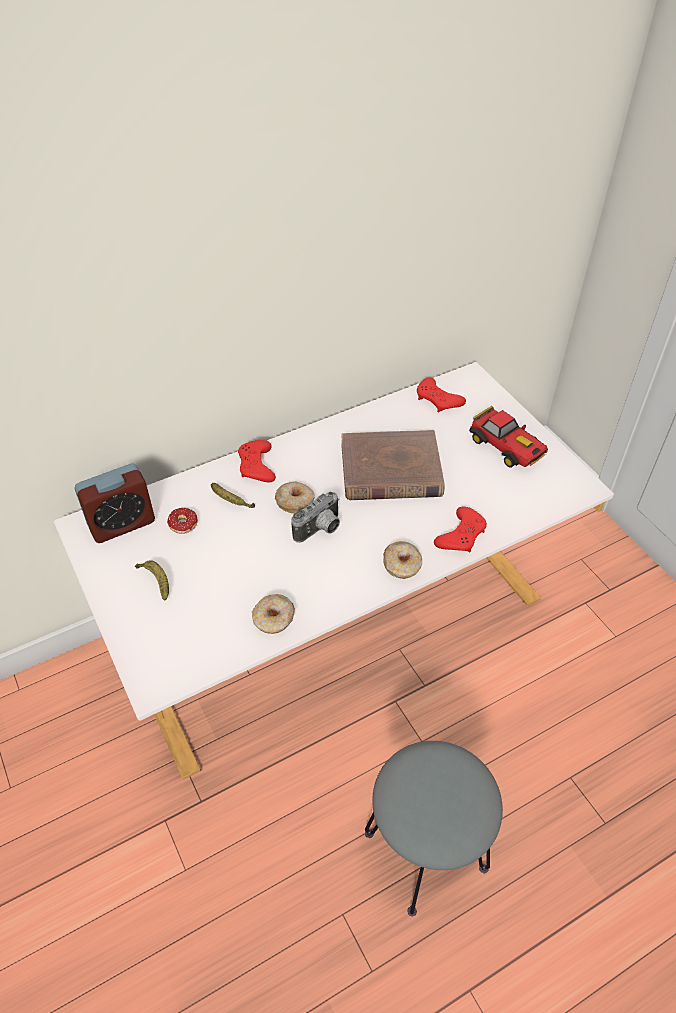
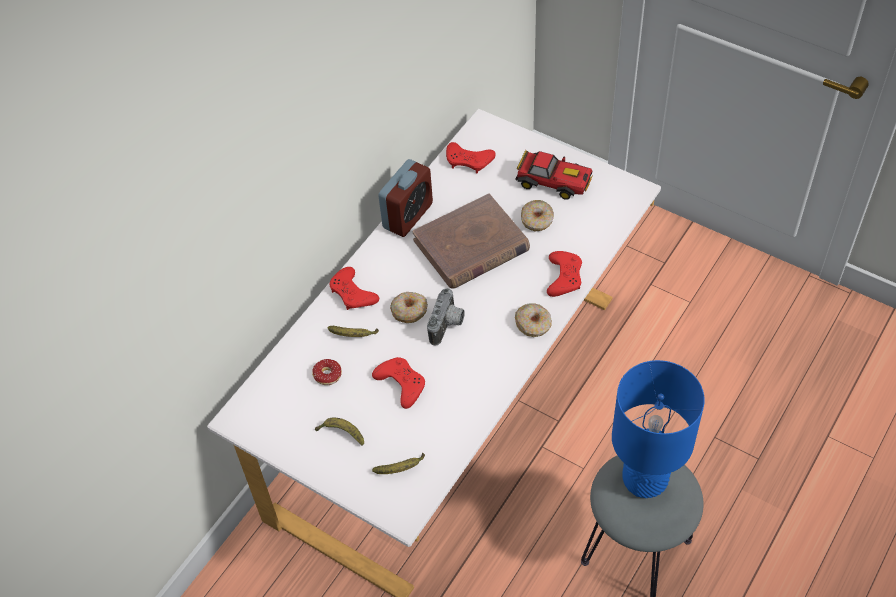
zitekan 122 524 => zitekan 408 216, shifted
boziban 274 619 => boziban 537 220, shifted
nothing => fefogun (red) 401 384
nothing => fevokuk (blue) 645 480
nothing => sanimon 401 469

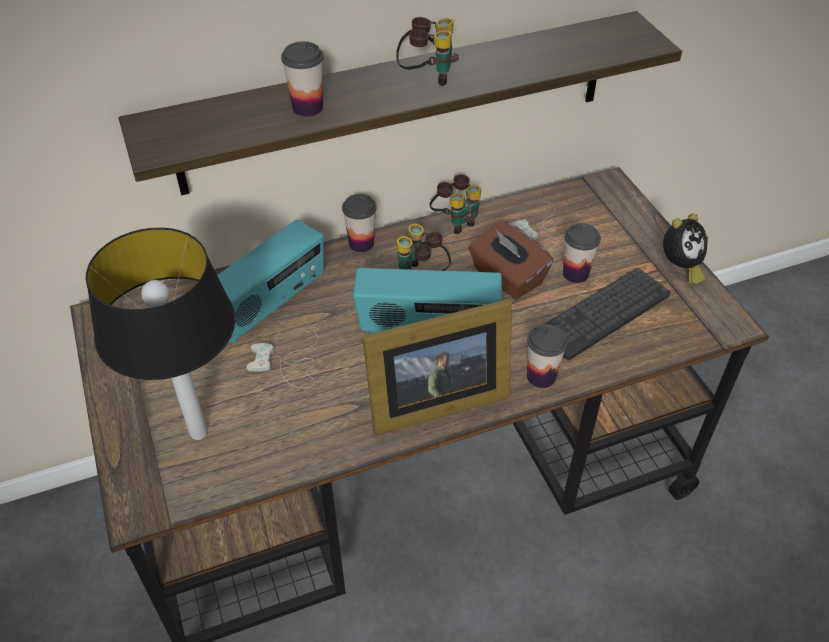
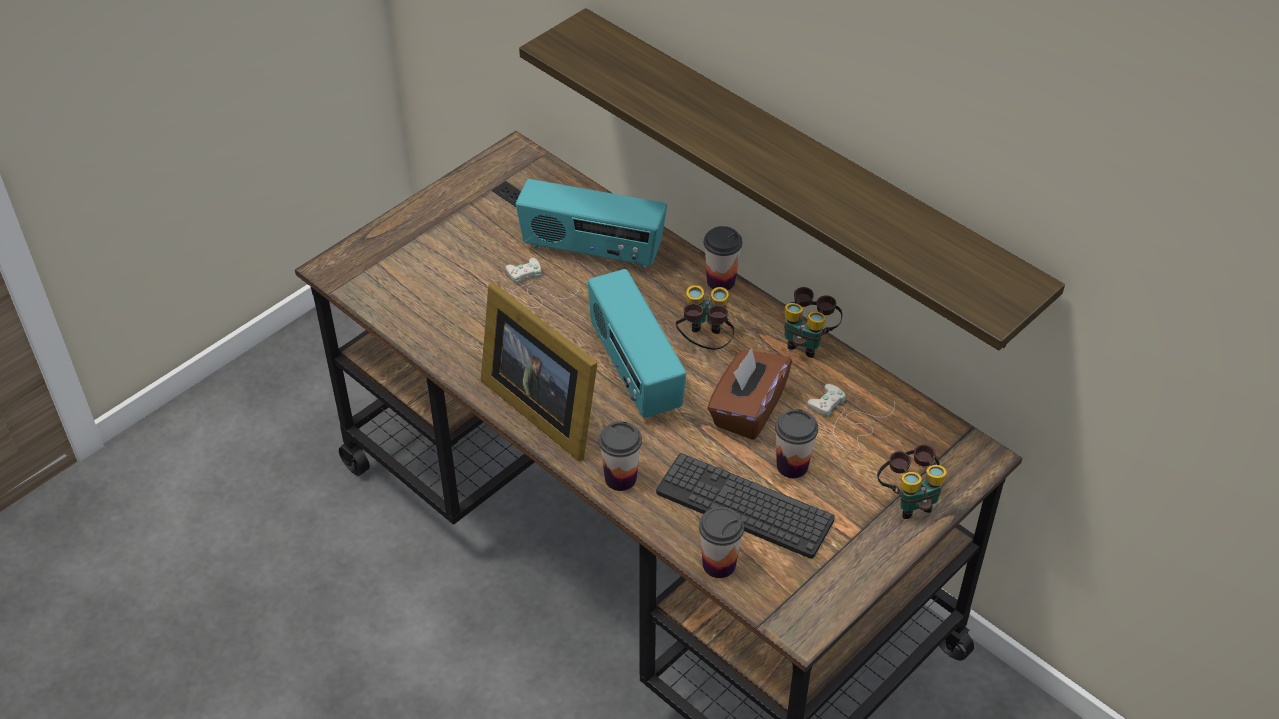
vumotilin 427 77 => vumotilin 909 499, shifted
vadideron 307 108 => vadideron 719 564, shifted
zitekan 680 268 => nothing
fevokuk 197 433 => nothing

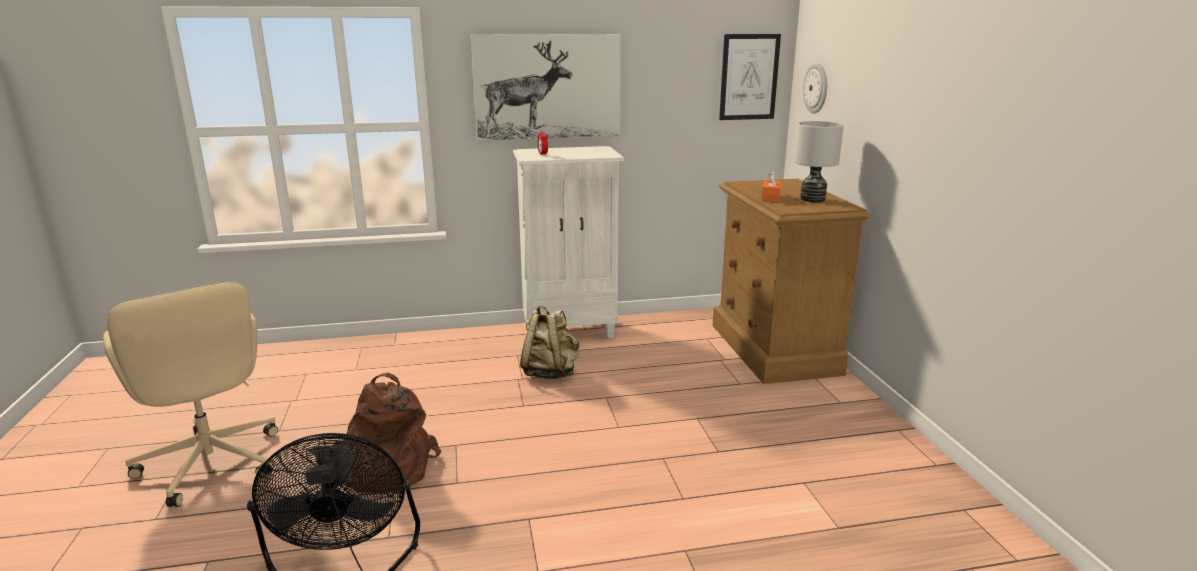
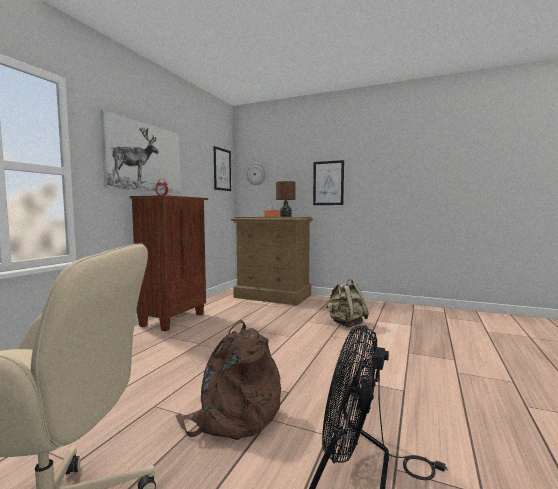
fevokuk (grey) 812 199 => fevokuk (brown) 285 216
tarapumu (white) 569 332 => tarapumu (brown) 174 320
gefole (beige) 550 372 => gefole (beige) 346 324, shifted
nothing => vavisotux 328 183

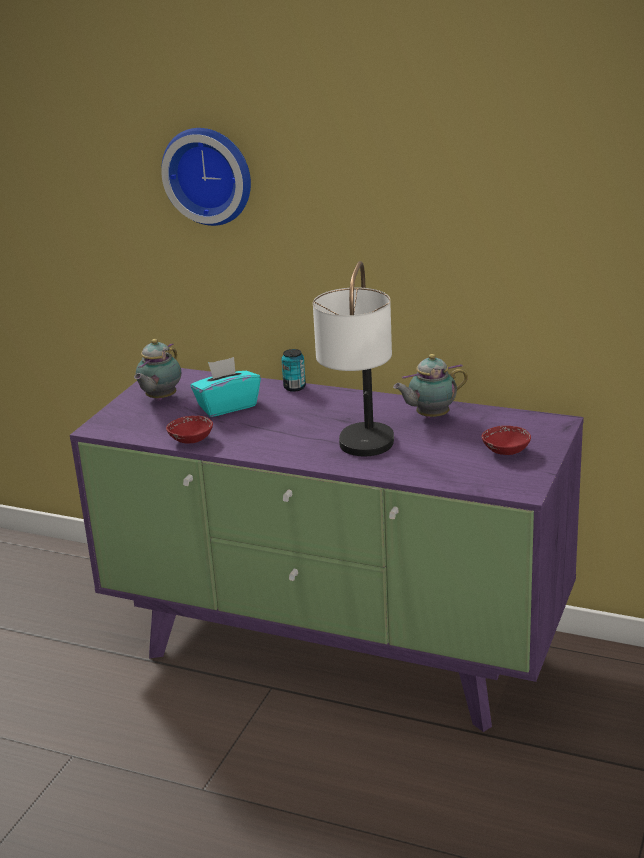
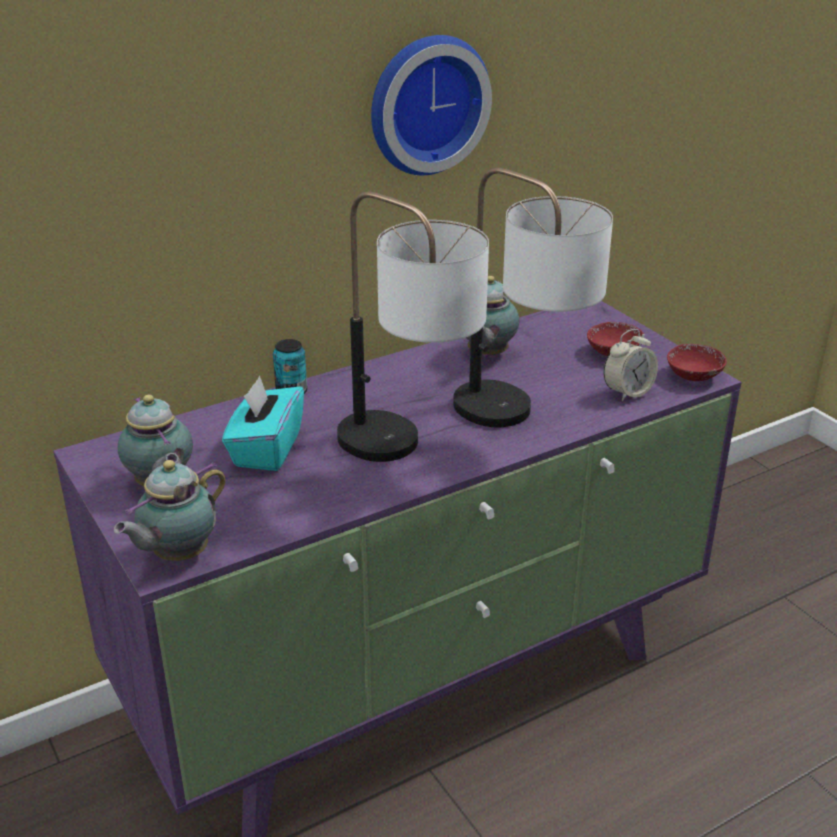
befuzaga 210 174 => befuzaga 425 103, shifted
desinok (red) 191 440 => desinok (red) 694 376, shifted
nothing => fevokuk 408 455
nothing => zitekan 627 392
nothing => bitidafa 177 555

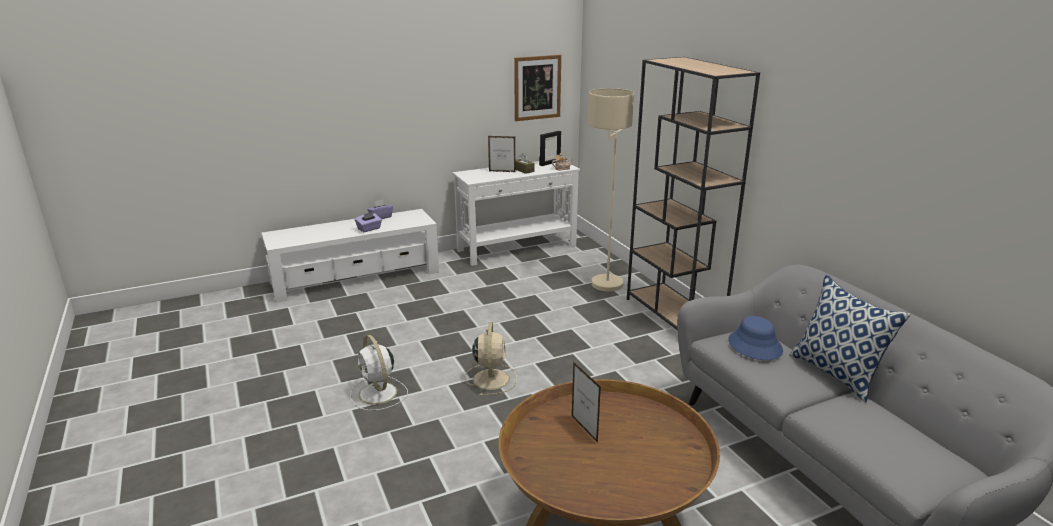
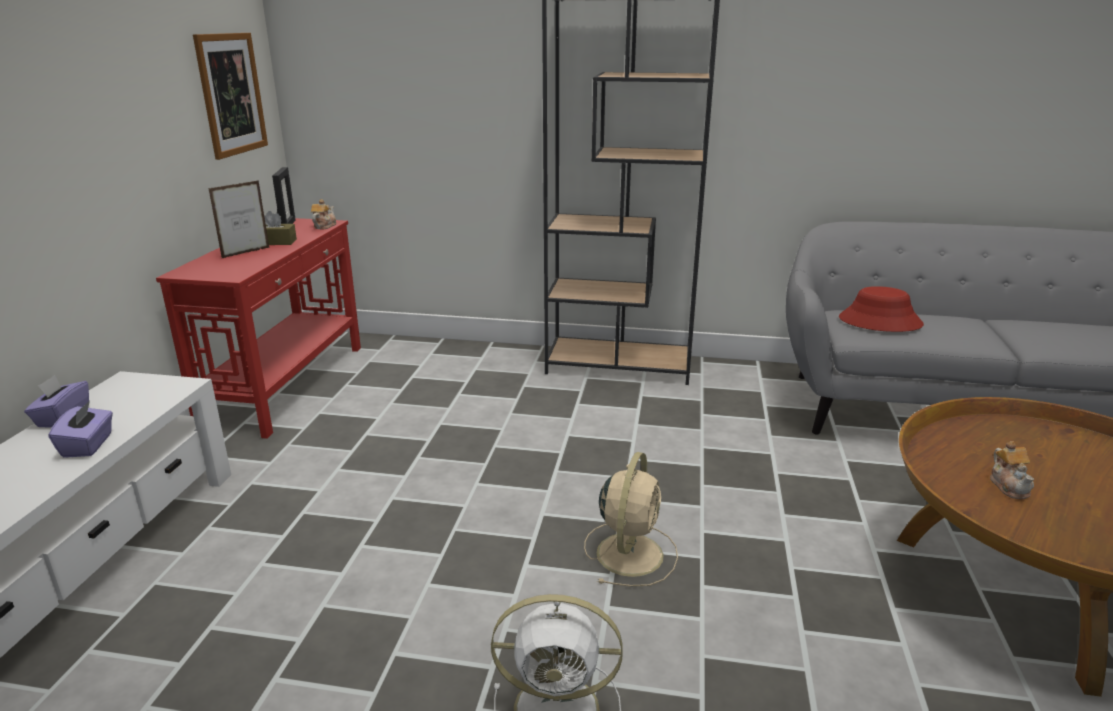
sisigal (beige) 603 288 => nothing
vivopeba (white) 518 248 => vivopeba (red) 288 384
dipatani 836 374 => nothing
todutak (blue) 754 346 => todutak (red) 879 322
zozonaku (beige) 491 378 => zozonaku (beige) 630 552, 75 degrees clockwise
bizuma 584 429 => bitidafa 1009 486

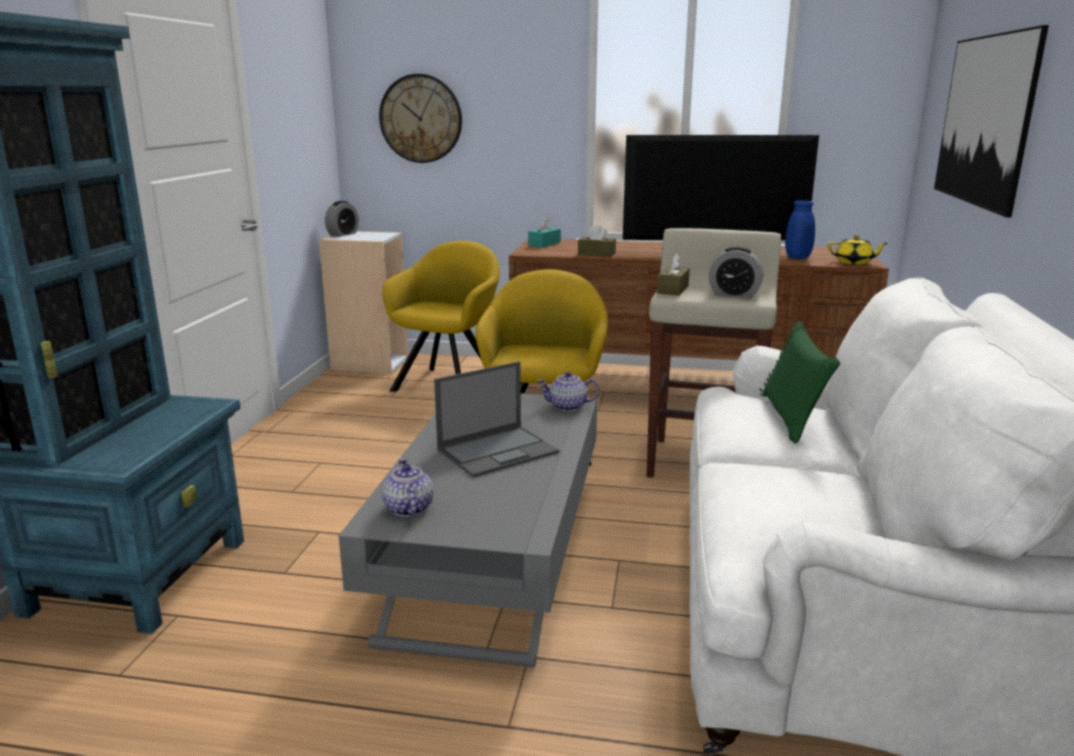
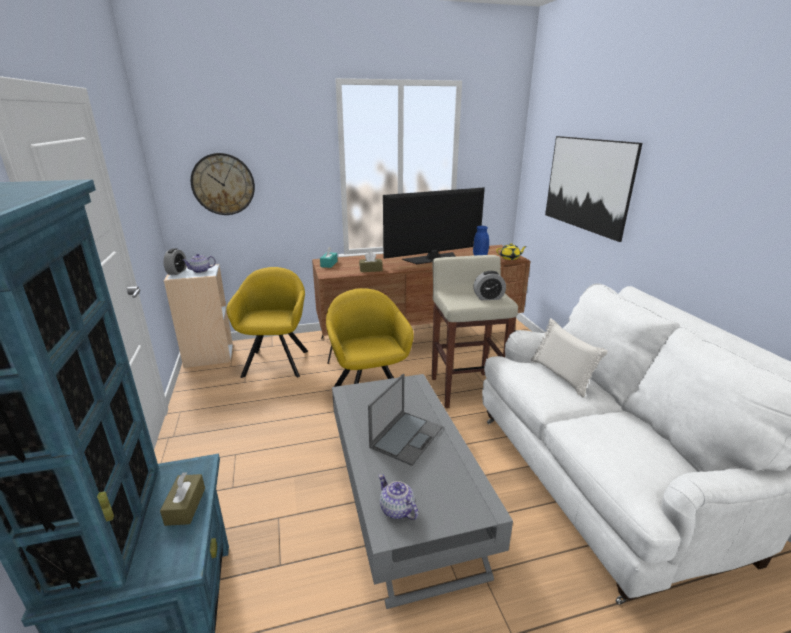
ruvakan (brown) 672 289 => ruvakan (brown) 185 506, shifted
dipatani (green) 792 418 => dipatani (white) 562 376
bitidafa 568 406 => bitidafa 201 271, shifted

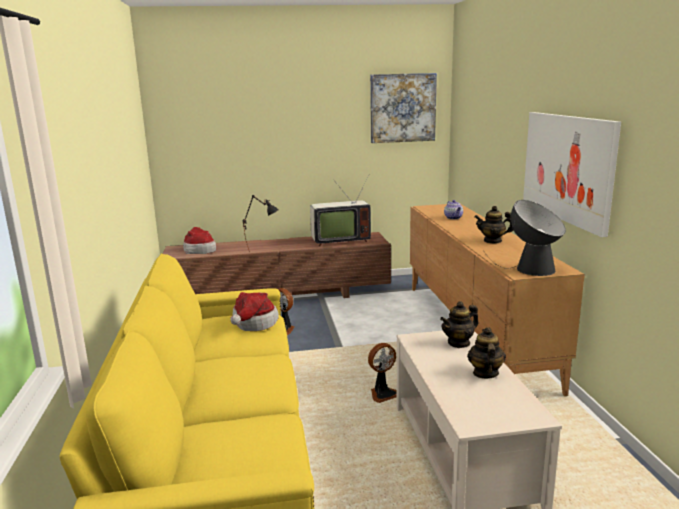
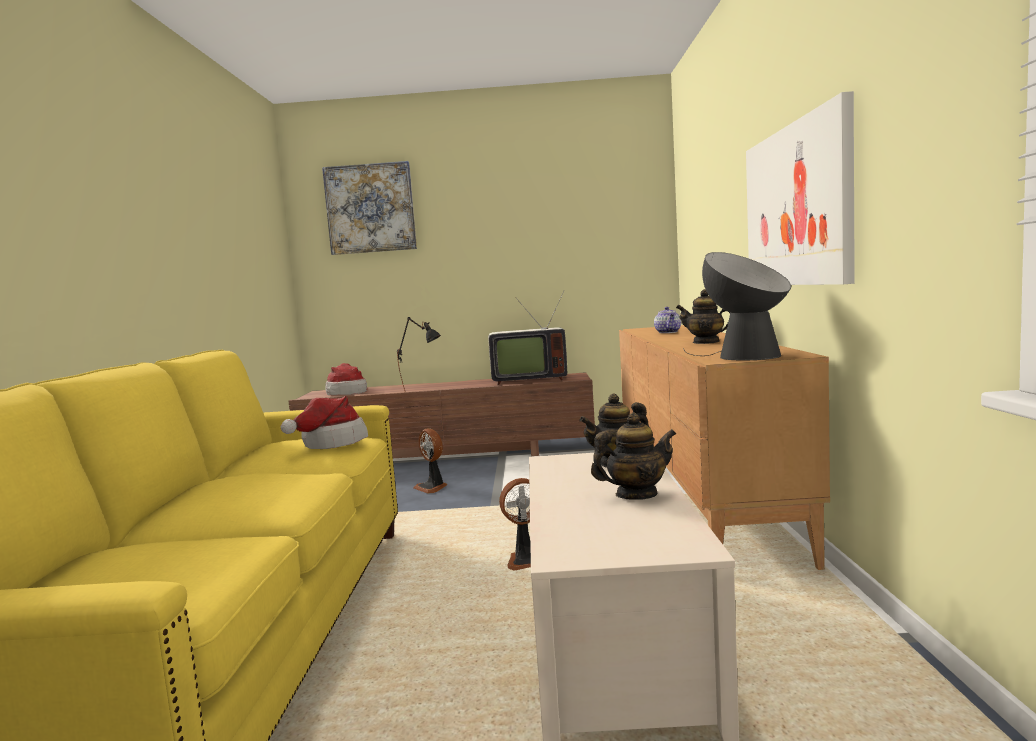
vavisotux 402 108 => vavisotux 370 208, shifted
bitidafa 485 373 => bitidafa 636 495, 60 degrees clockwise

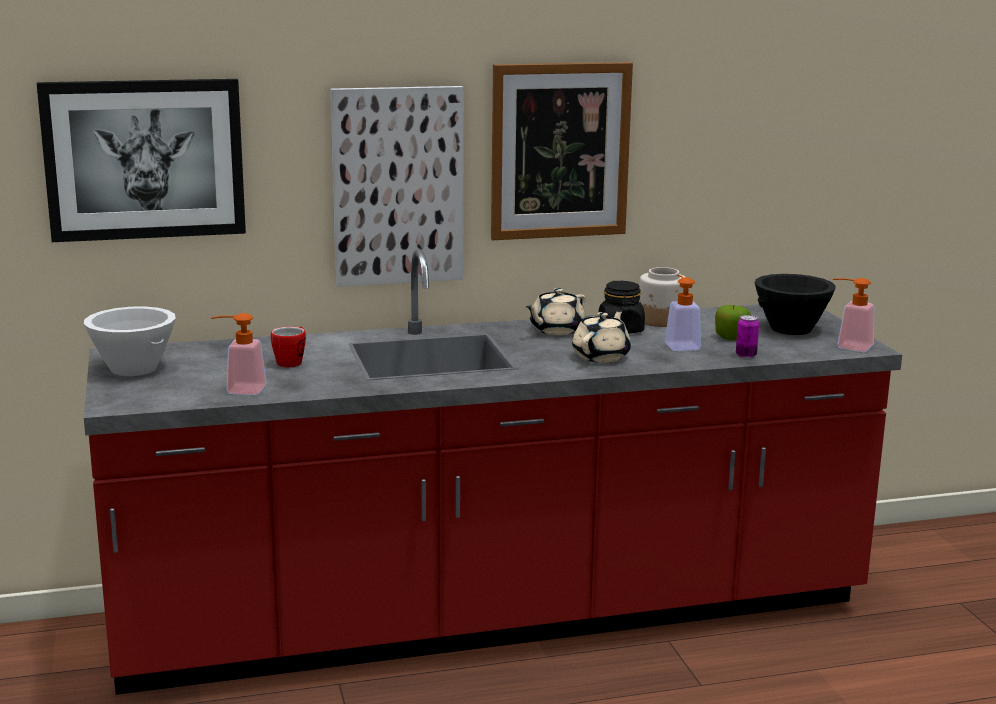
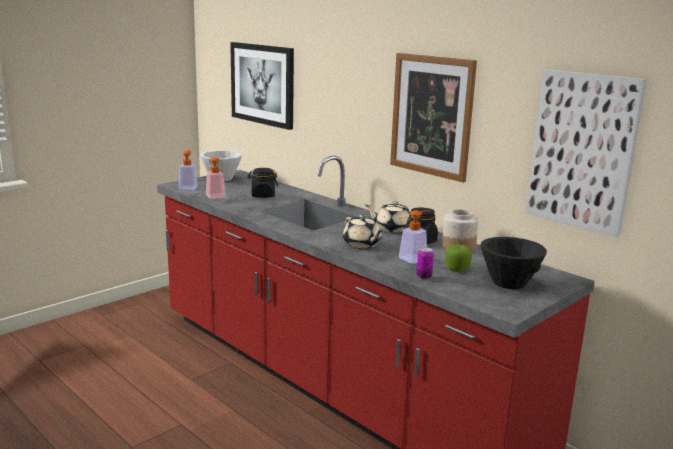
vavisotux 397 186 => vavisotux 582 151, shifted
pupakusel 848 346 => pupakusel 188 187, shifted
bitidafa (beige) 601 356 => bitidafa (beige) 362 244, 60 degrees clockwise
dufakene 292 362 => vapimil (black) 262 195

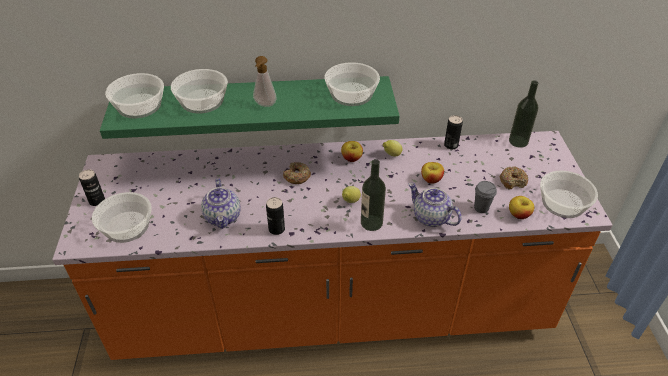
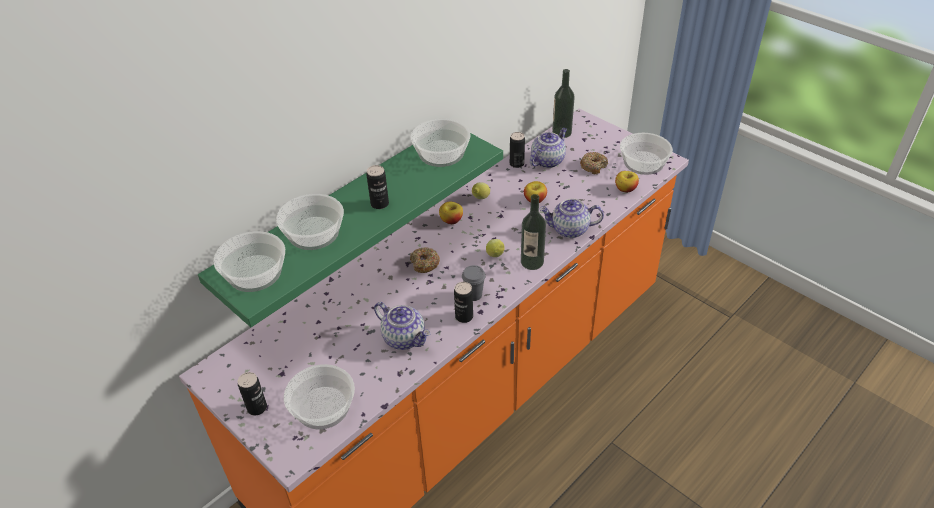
pupakusel 264 105 => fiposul 379 204
vadideron (grey) 481 208 => vadideron (grey) 474 295, shifted
nothing => bitidafa 547 160

